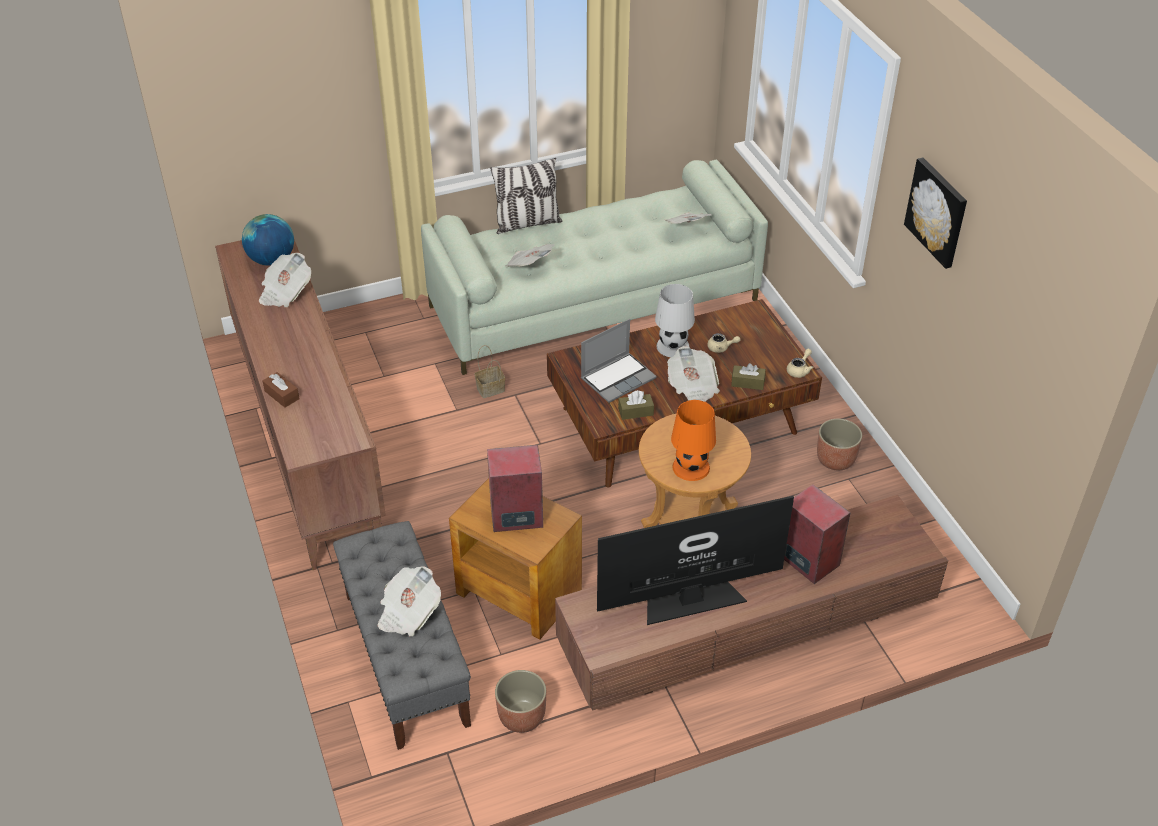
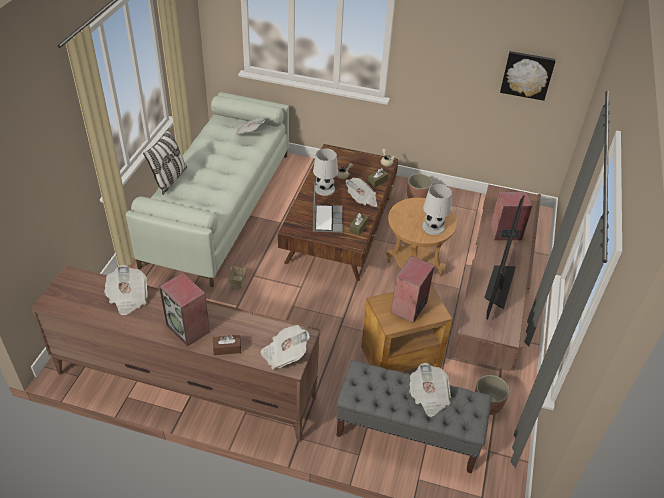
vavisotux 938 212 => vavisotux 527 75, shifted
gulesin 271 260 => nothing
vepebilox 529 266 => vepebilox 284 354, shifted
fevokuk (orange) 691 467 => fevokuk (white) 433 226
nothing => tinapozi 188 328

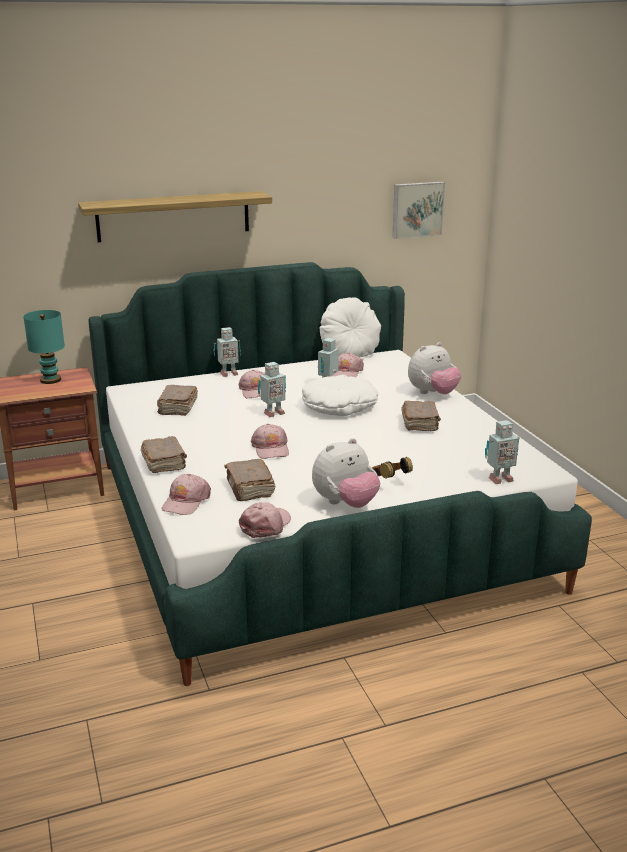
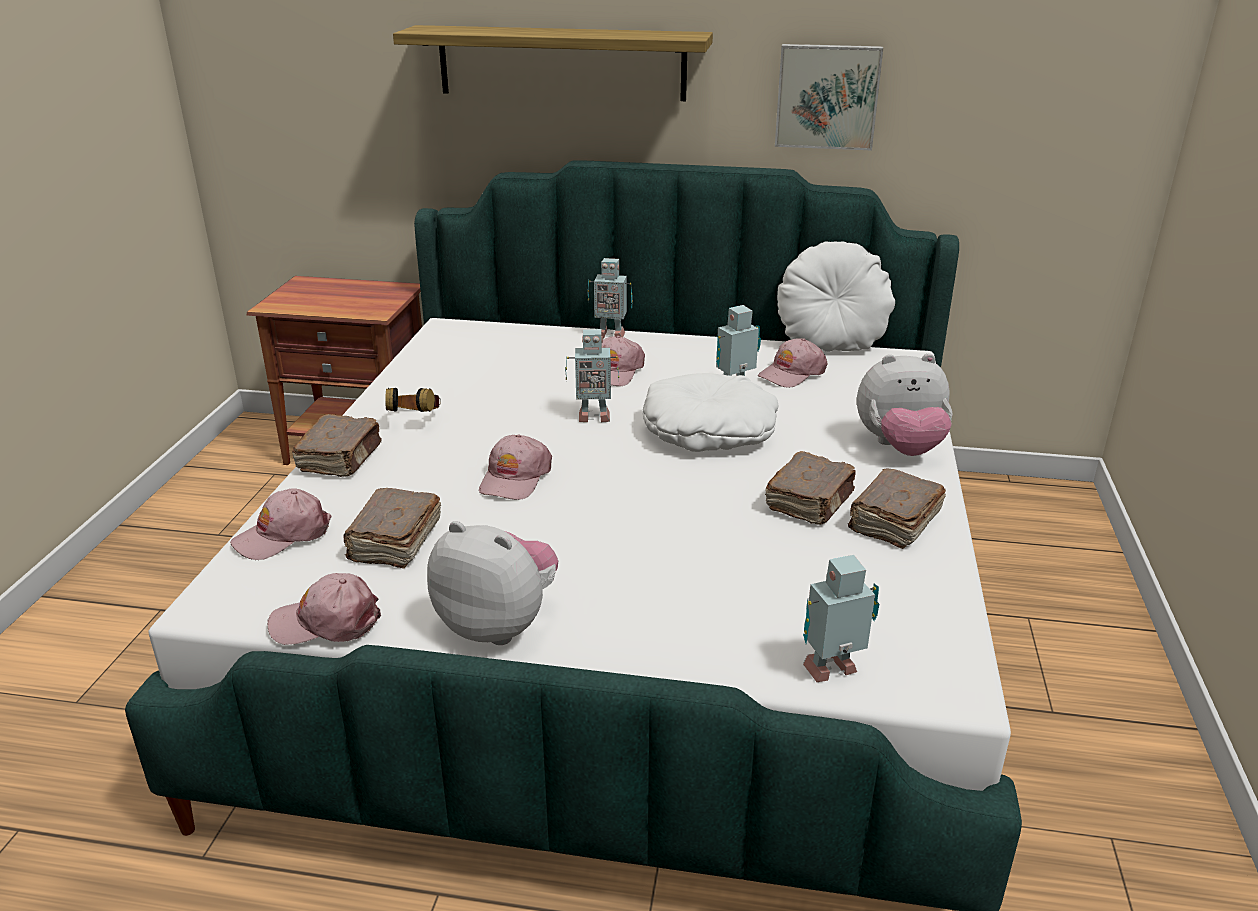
vavisotux 417 209 => vavisotux 827 96, shifted
fevokuk (turquoise) 50 380 => nothing
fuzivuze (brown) 177 408 => fuzivuze (brown) 893 522, shifted
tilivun 499 479 => tilivun 833 672, 150 degrees clockwise
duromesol 345 503 => duromesol 498 624, 150 degrees counterclockwise
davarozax 388 482 => davarozax 416 420, shifted
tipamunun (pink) 266 525 => tipamunun (pink) 326 622, 150 degrees counterclockwise

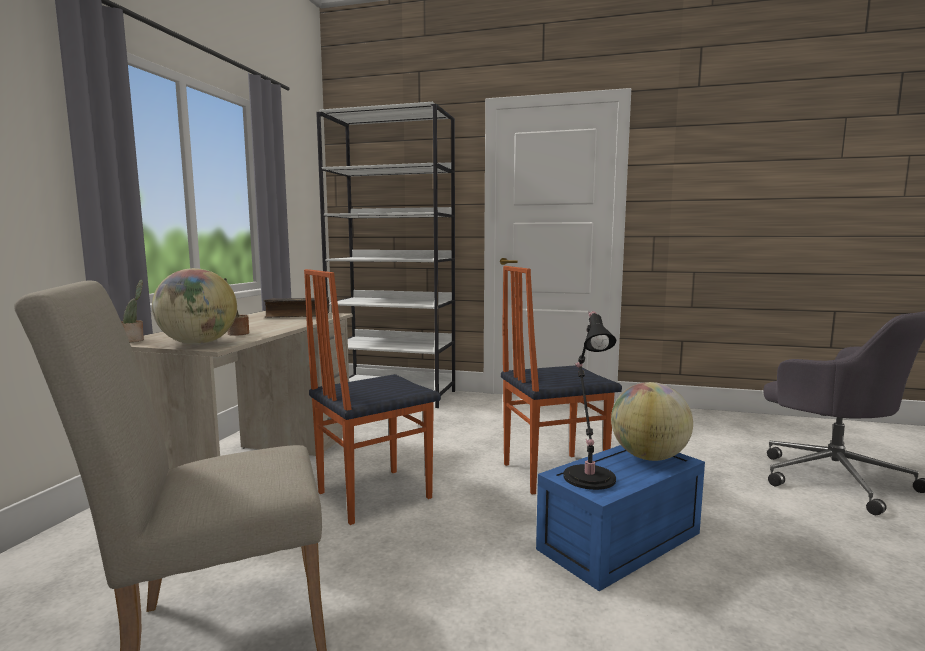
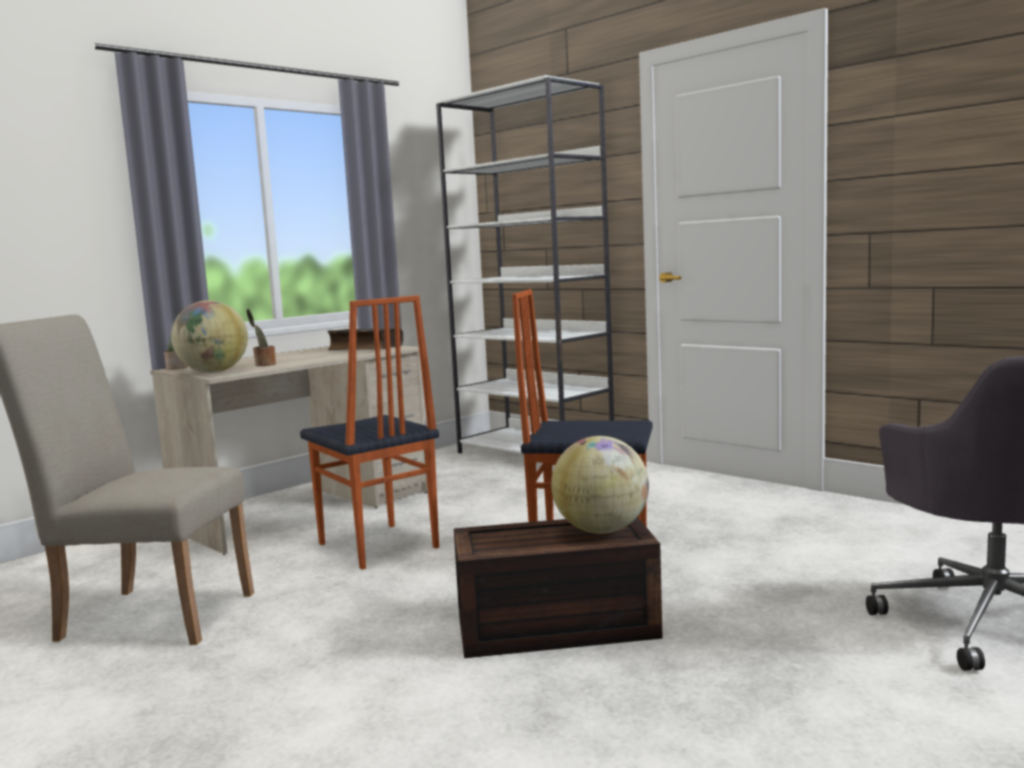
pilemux 372 495 => pilemux 376 546, 120 degrees counterclockwise
fevokuk (black) 588 475 => nothing
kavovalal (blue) 620 543 => kavovalal (brown) 554 628

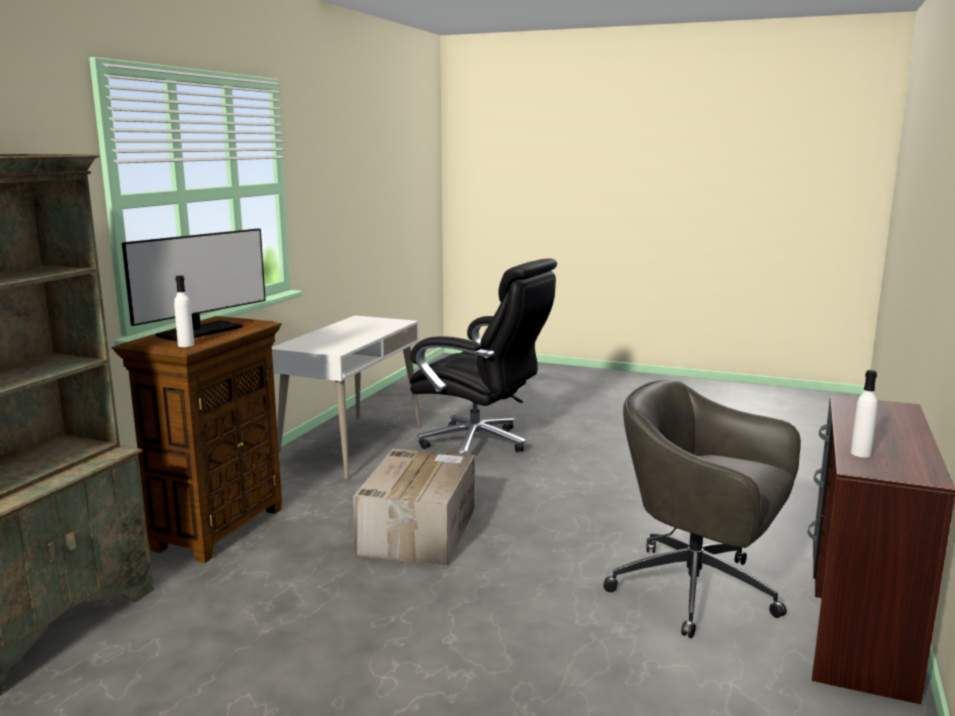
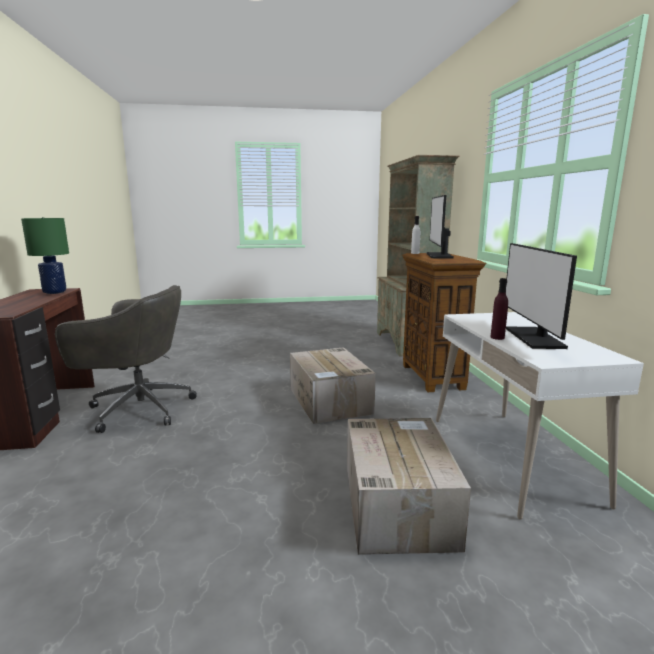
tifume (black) 481 445 => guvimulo 397 504
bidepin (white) 860 453 => fevokuk (green) 55 293
nothing => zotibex 534 338
nothing => bidepin (purple) 497 337

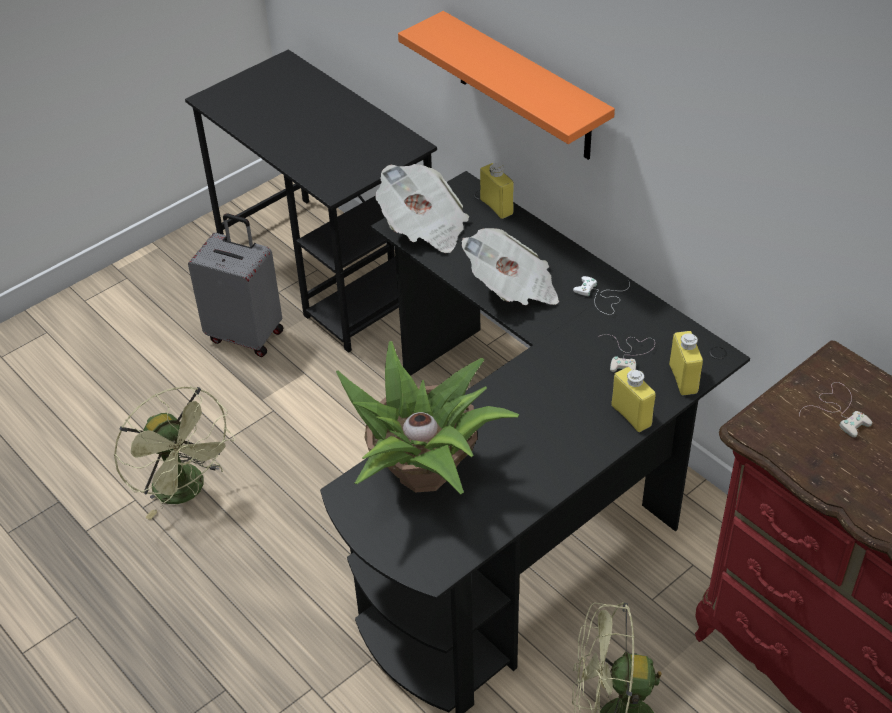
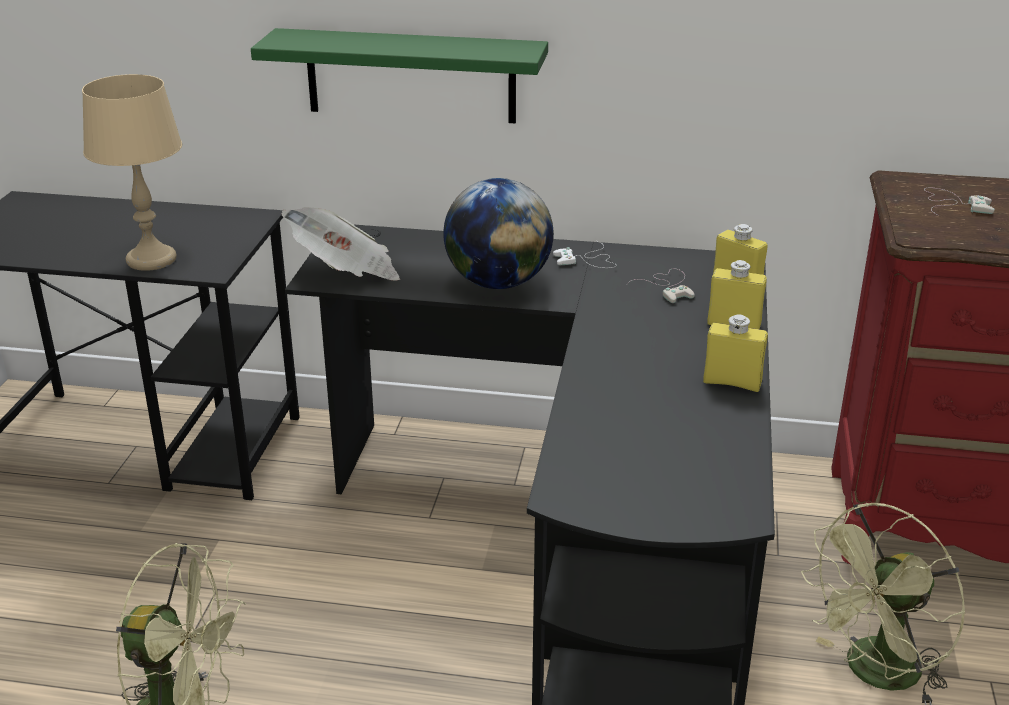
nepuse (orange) 524 88 => nepuse (green) 410 76
bidepin (yellow) 496 207 => bidepin (yellow) 732 383, shifted
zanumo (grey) 246 334 => nothing
vepebilox 512 288 => gulesin 498 283
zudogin 425 474 => nothing
nothing => fevokuk (beige) 151 259

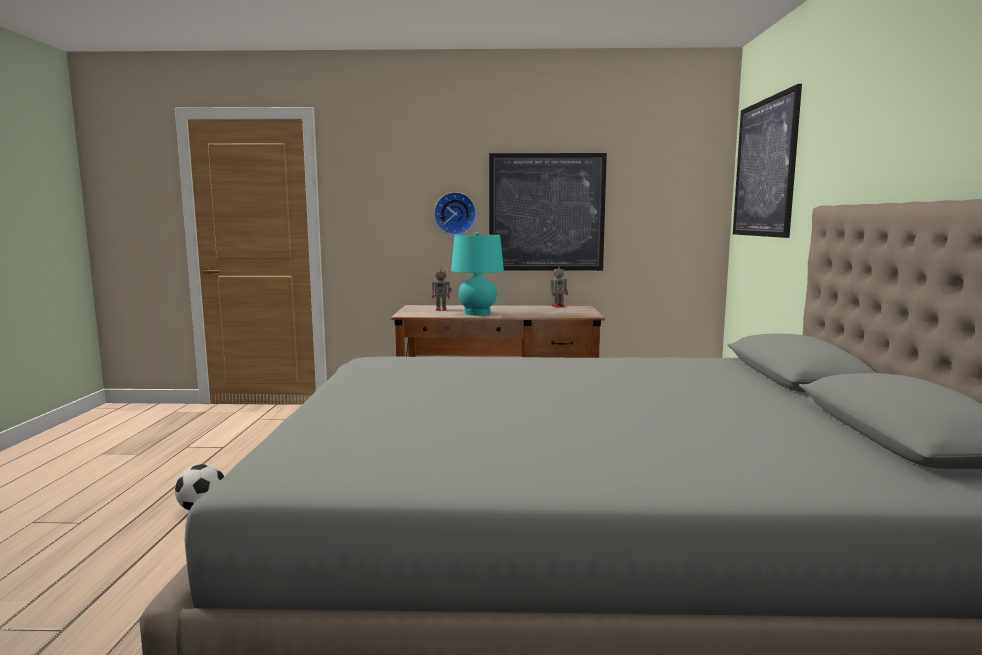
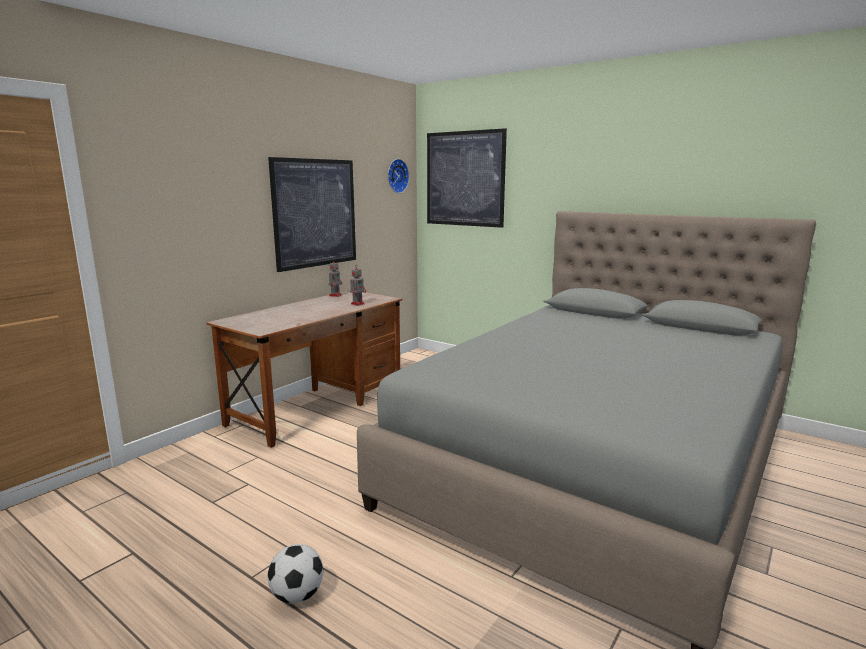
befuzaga 455 213 => befuzaga 396 176, shifted
fevokuk (turquoise) 477 313 => nothing
tilivun 442 309 => tilivun 358 304, shifted

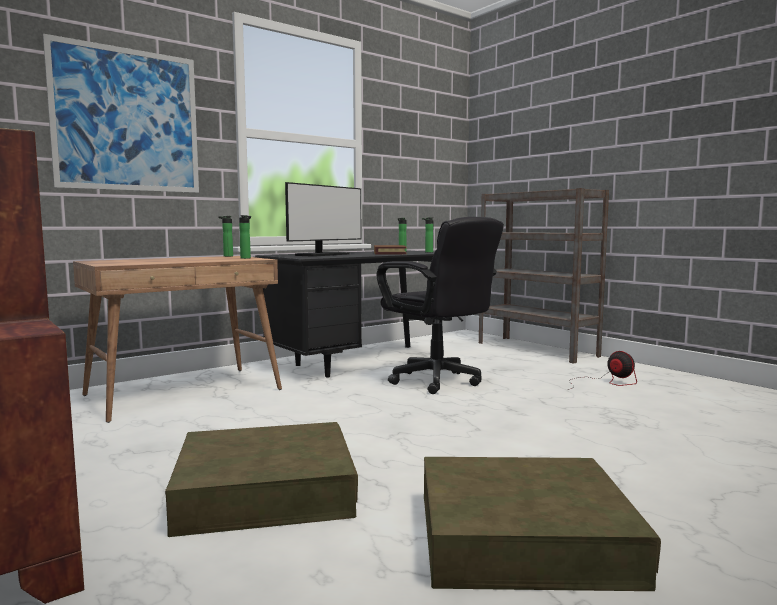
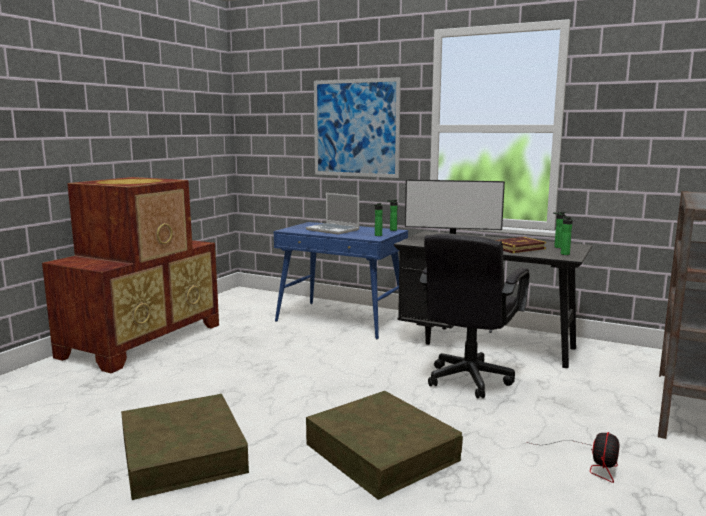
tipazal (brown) 184 392 => tipazal (blue) 342 319
kavovalal (brown) 265 490 => kavovalal (brown) 381 452, shifted
nothing => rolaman 333 230

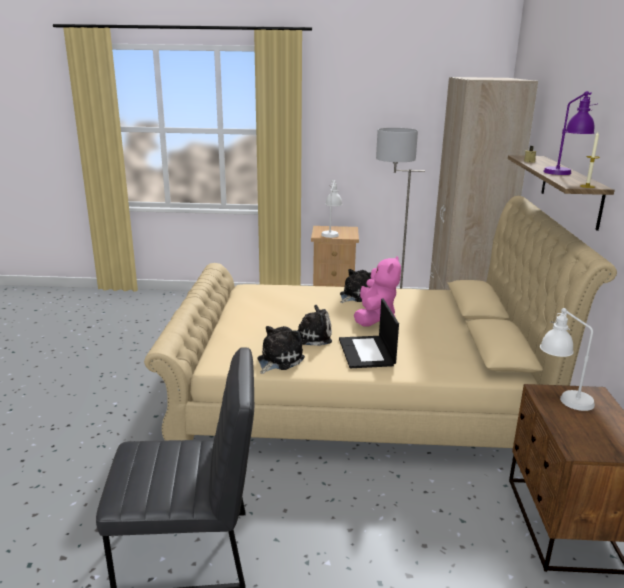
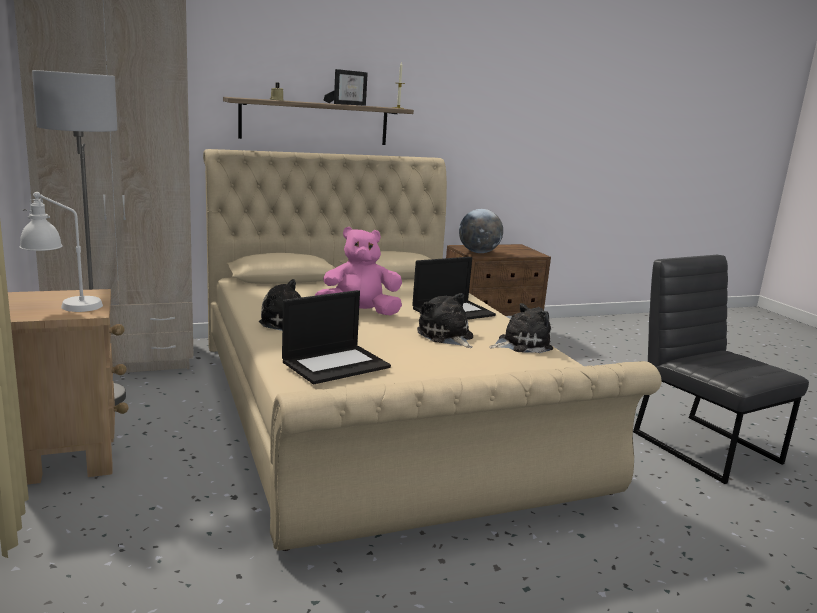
fevokuk (purple) 564 174 => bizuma 347 104
fevokuk (white) 562 397 => gulesin 478 252
duromesol 278 360 => duromesol 521 344, 150 degrees clockwise
nothing => rolaman 336 364

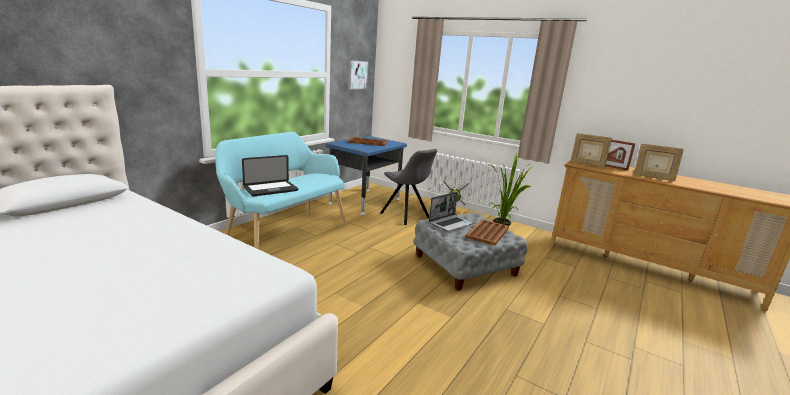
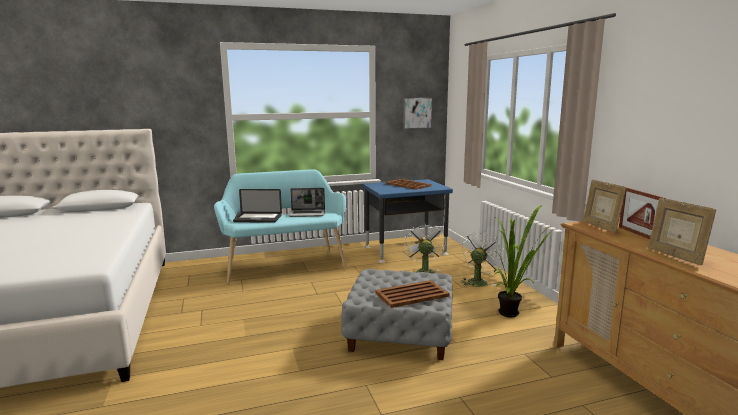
pilemux (grey) 405 215 => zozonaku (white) 423 271
rolaman 450 223 => rolaman 308 214, shifted

